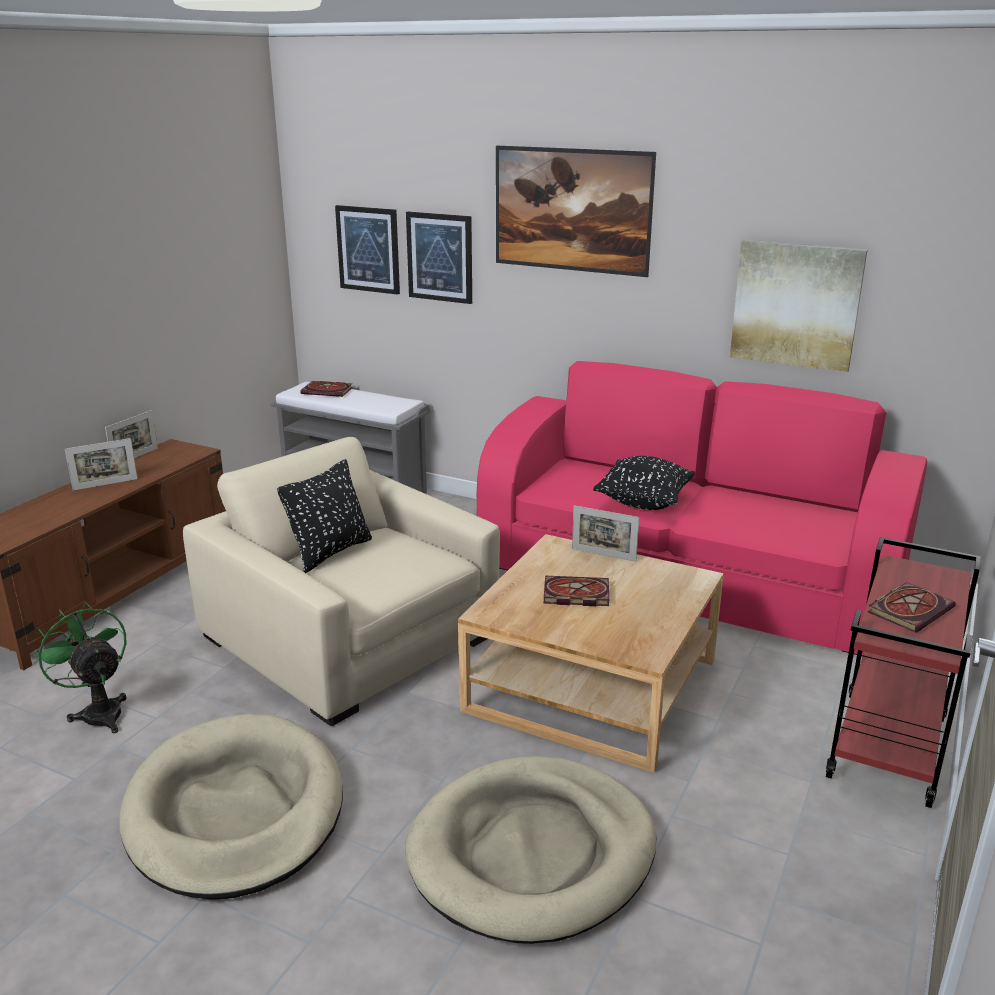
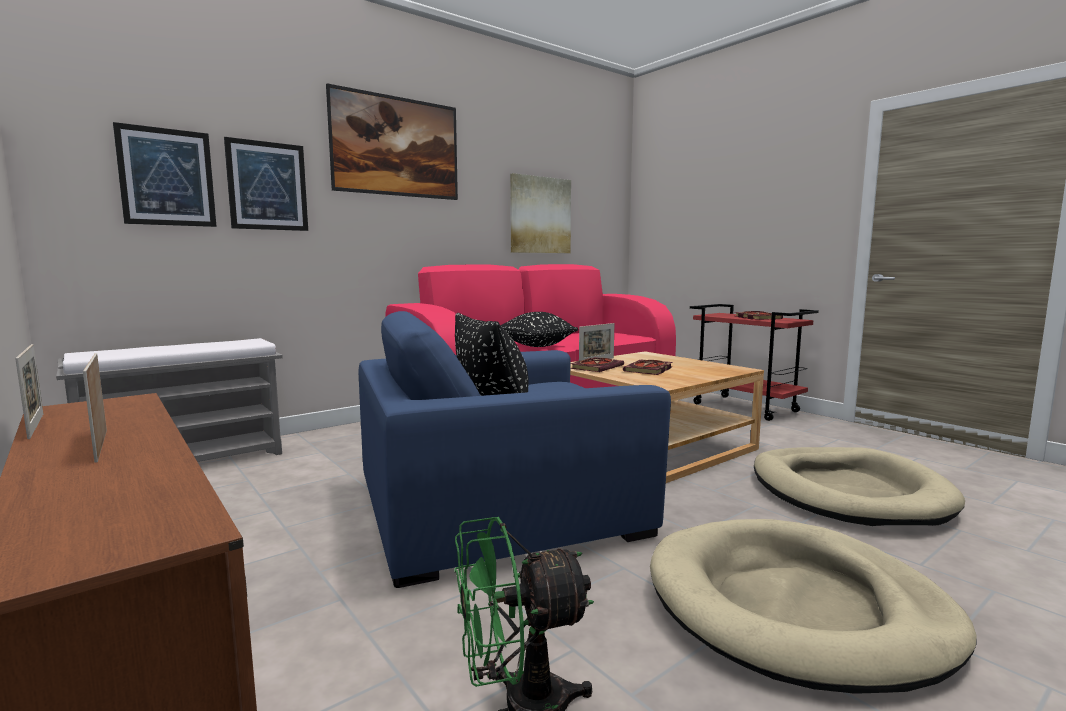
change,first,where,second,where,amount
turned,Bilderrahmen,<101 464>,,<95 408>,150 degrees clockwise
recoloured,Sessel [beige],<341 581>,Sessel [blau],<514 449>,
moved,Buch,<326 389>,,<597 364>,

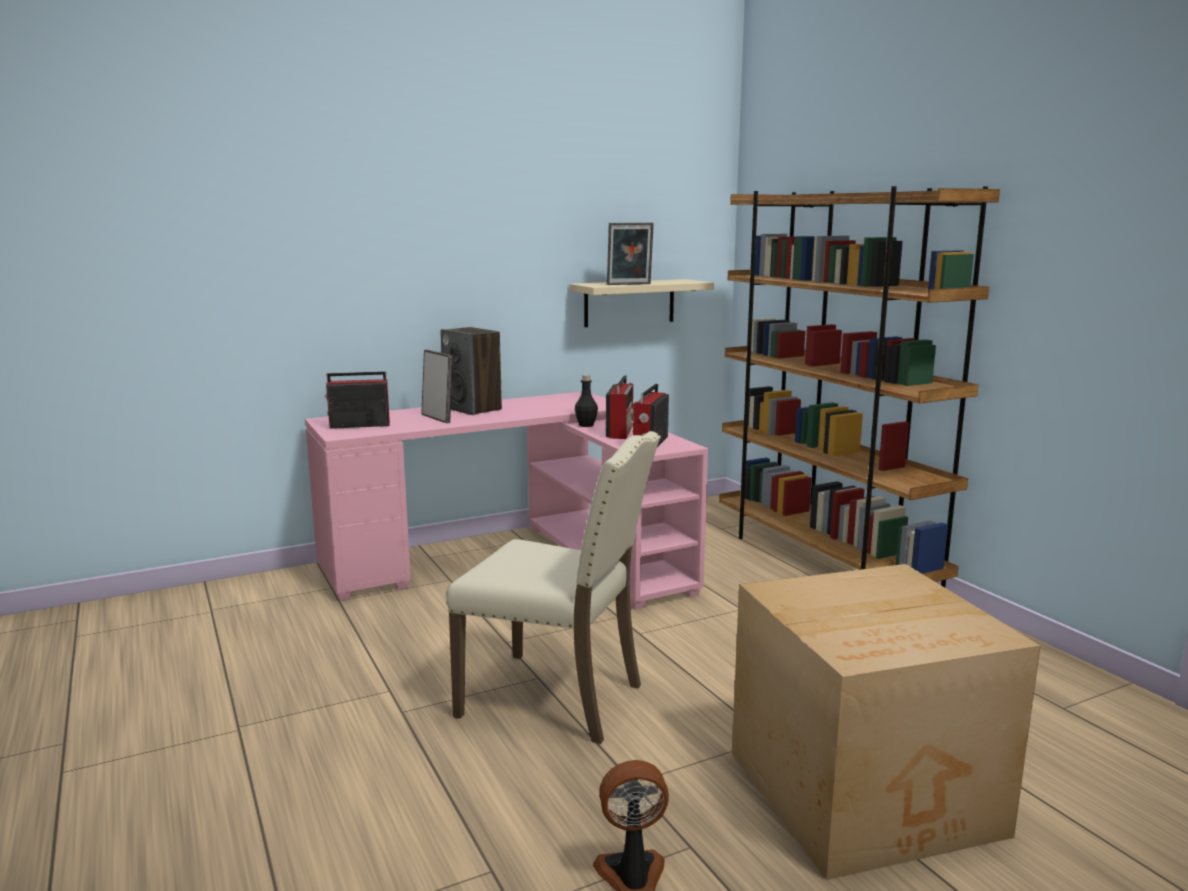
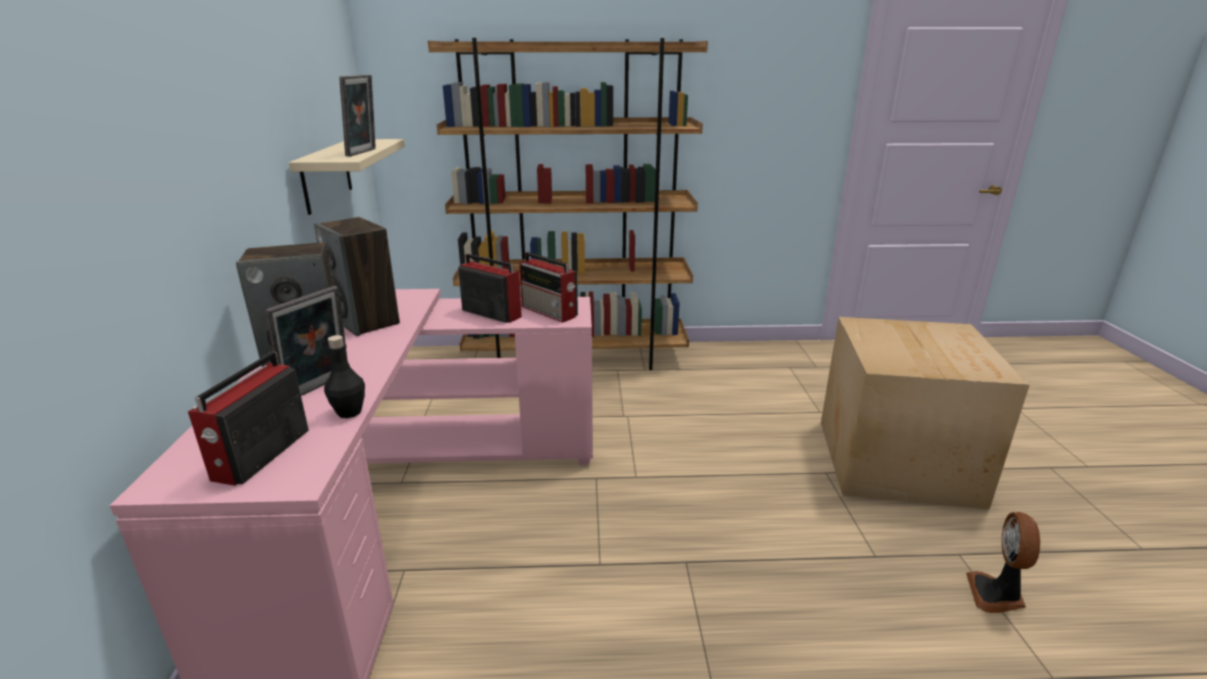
change,first,where,second,where,amount
turned,Bilderrahmen,<437 386>,,<306 341>,135 degrees clockwise
removed,Stuhl [beige],<553 587>,,,
moved,Flasche [schwarz],<586 400>,,<344 376>,
added,,,Lautsprecher,<357 276>,

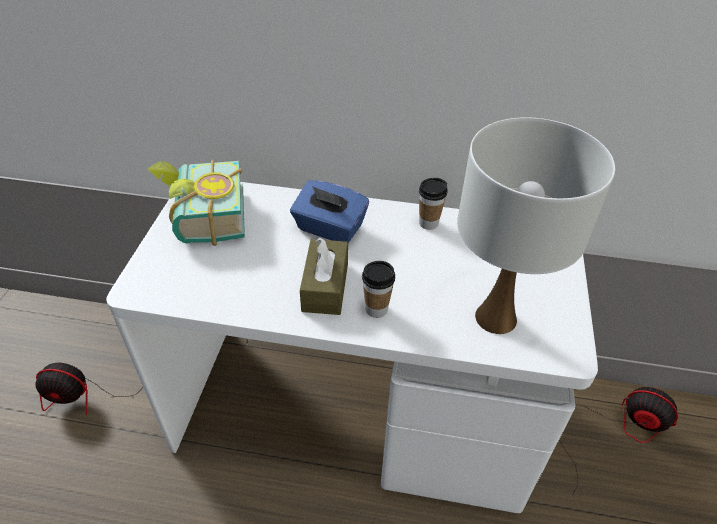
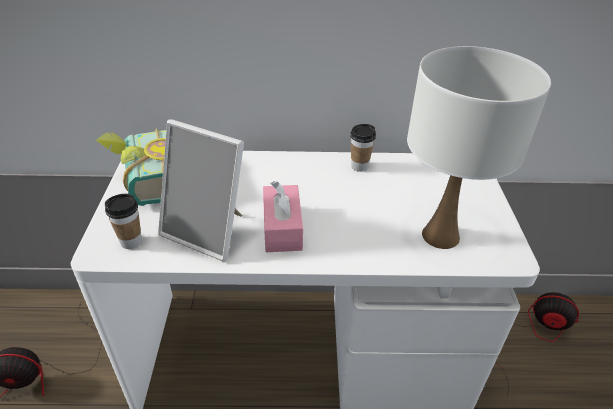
change,first,where,second,where,amount
removed,Taschentuchbox [blau],<329 212>,,,
recoloured,Taschentuchbox [braun],<324 276>,Taschentuchbox [rosa],<283 216>,
moved,Tasse,<378 289>,,<123 221>,
added,,,Bilderrahmen,<201 190>,

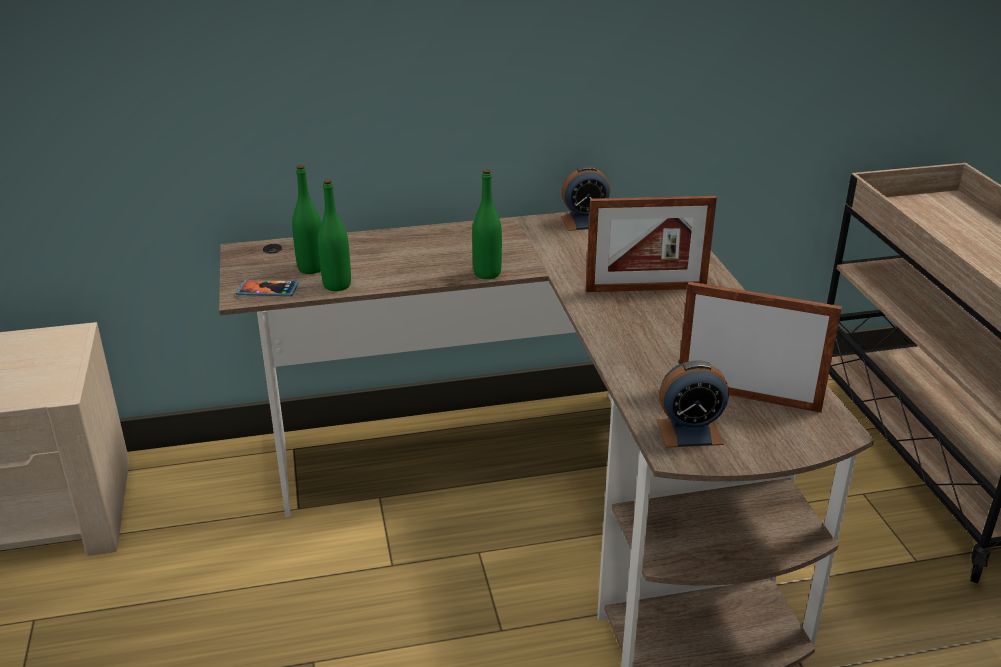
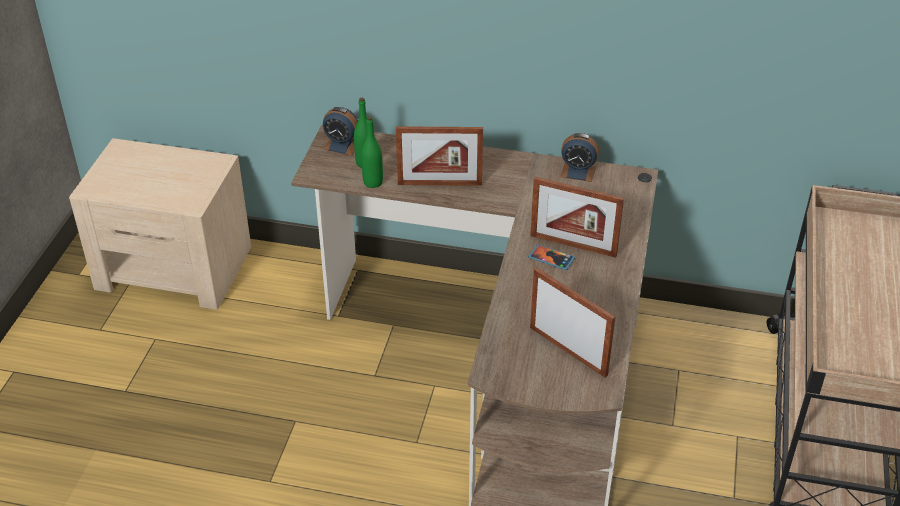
change,first,where,second,where,amount
moved,Handy,<267 288>,,<551 257>,
removed,Flasche [grün],<487 224>,,,
moved,Wecker,<693 404>,,<340 131>,
added,,,Bilderrahmen,<439 156>,

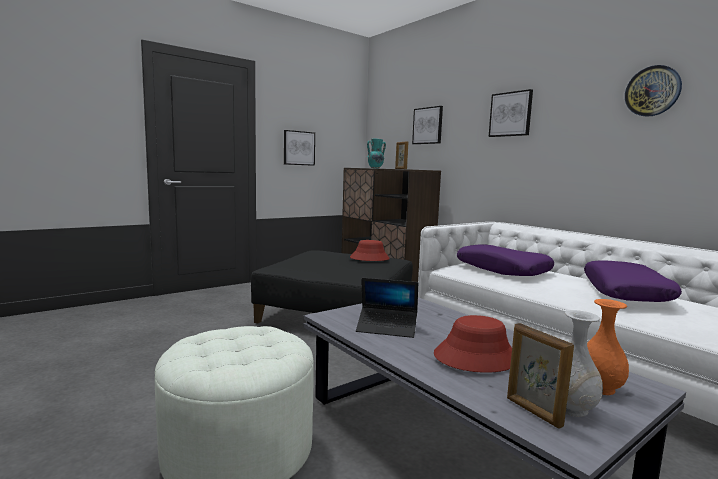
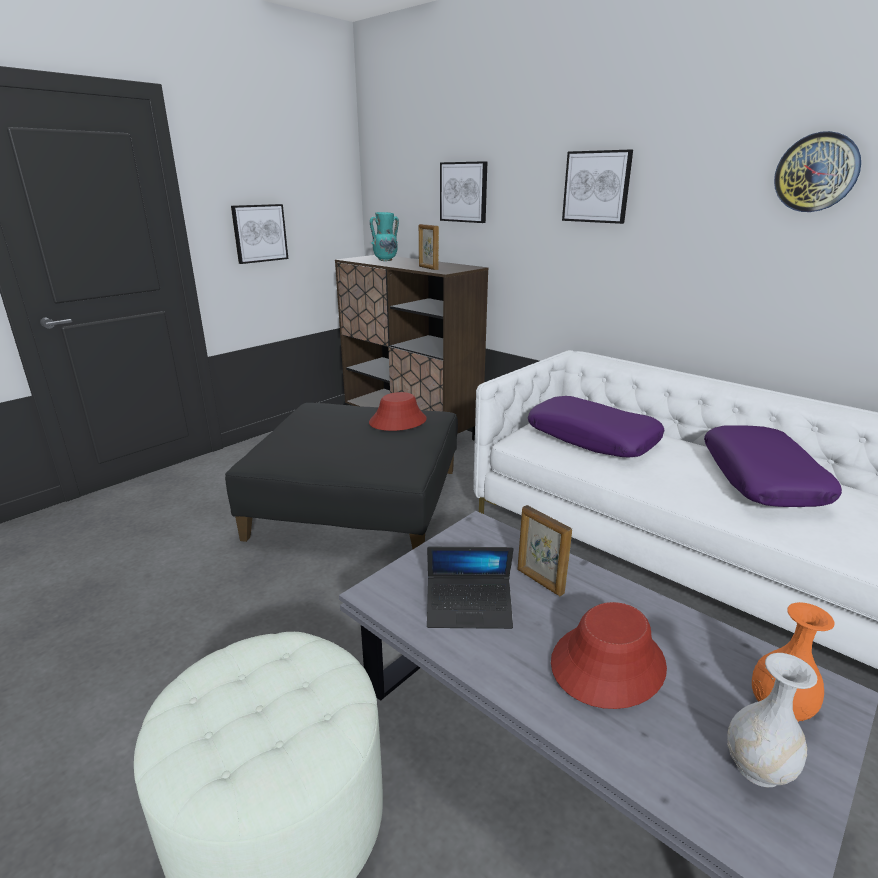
change,first,where,second,where,amount
moved,Bilderrahmen,<540 376>,,<544 550>,

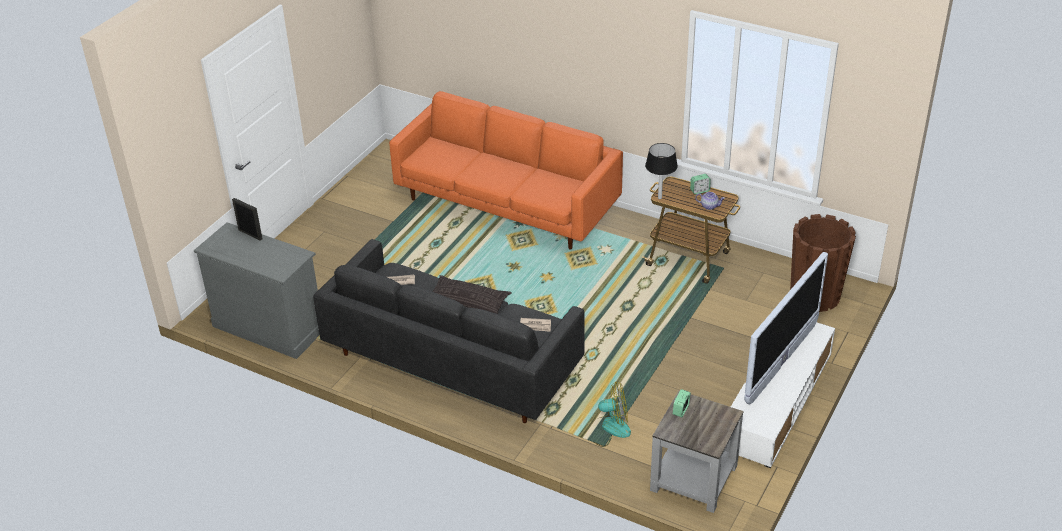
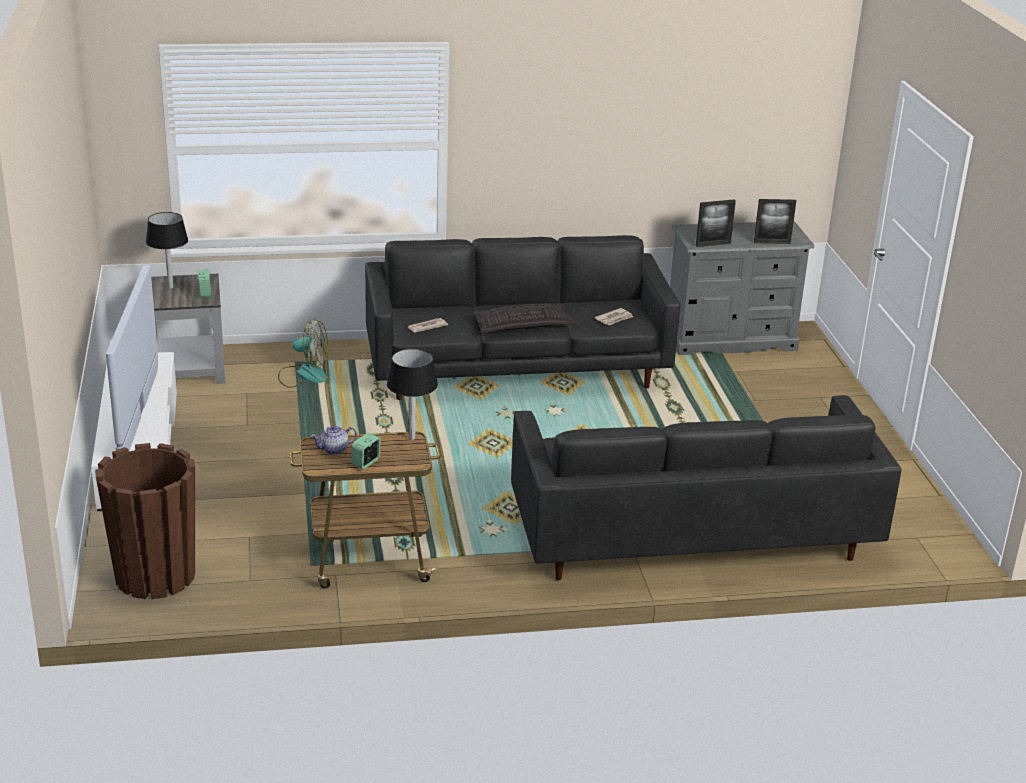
change,first,where,second,where,amount
recoloured,Sofa [orange],<506 170>,Sofa [schwarz],<706 487>,
turned,Ventilator,<609 414>,,<303 353>,135 degrees counterclockwise
added,,,Tischlampe [schwarz],<167 250>,
added,,,Bilderrahmen,<716 223>,

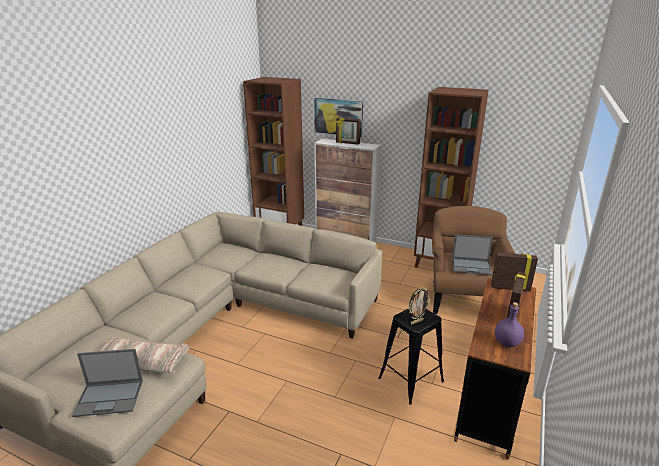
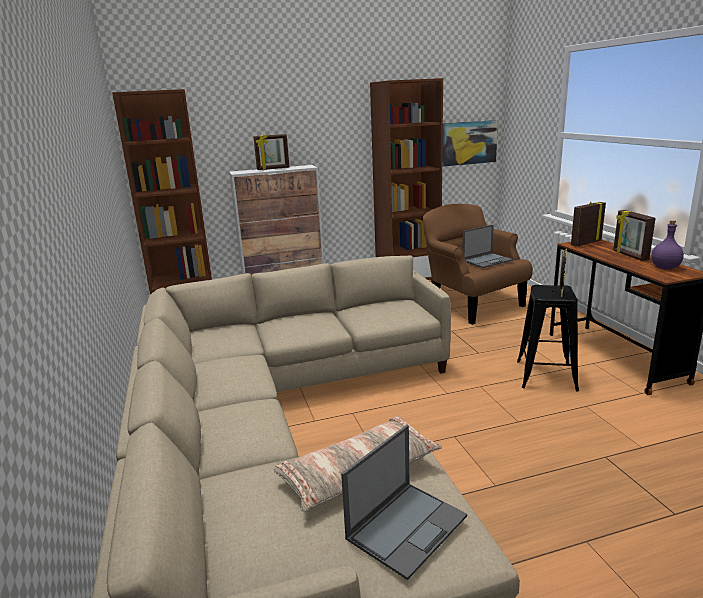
change,first,where,second,where,amount
moved,Bild,<338 117>,,<470 143>,

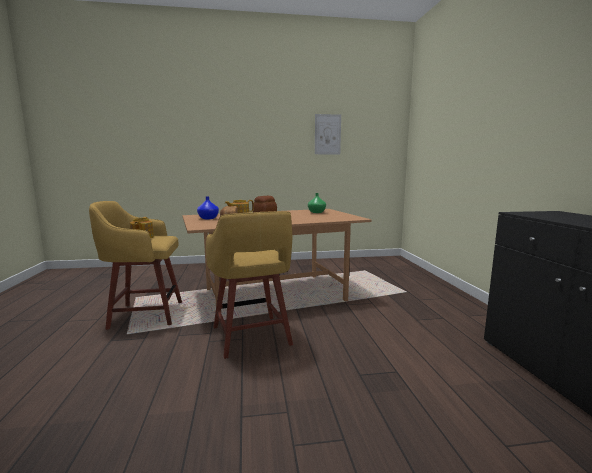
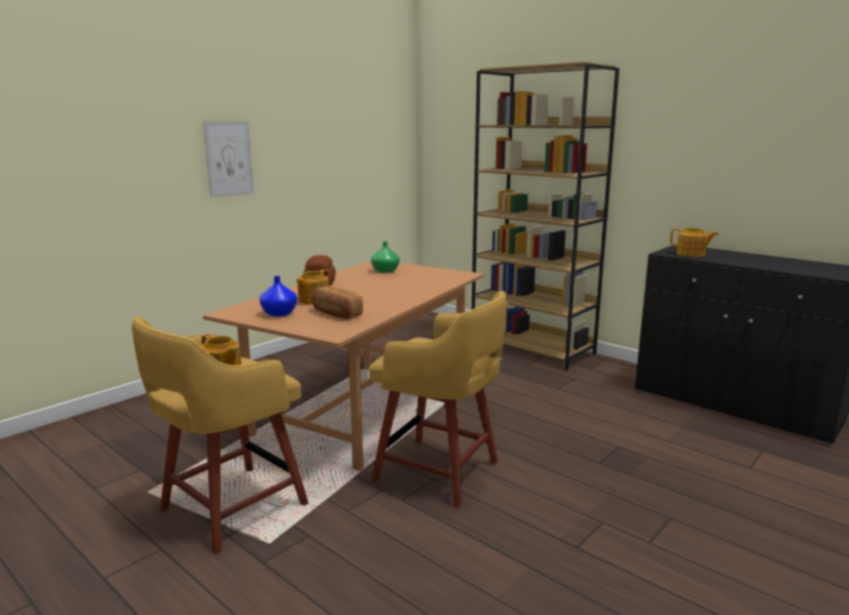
change,first,where,second,where,amount
moved,Bild,<328 134>,,<228 160>,
added,,,Bücherregal [braun],<545 216>,
added,,,Teekanne,<694 242>,

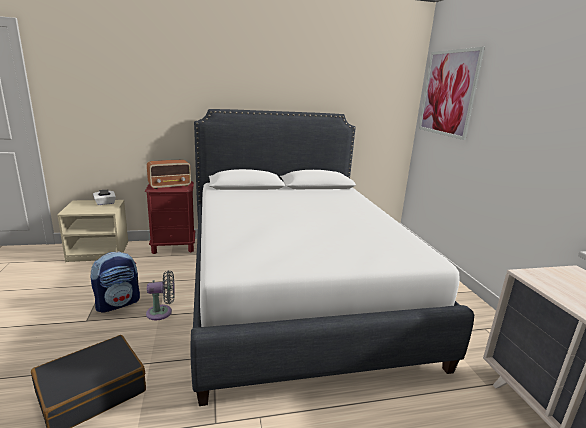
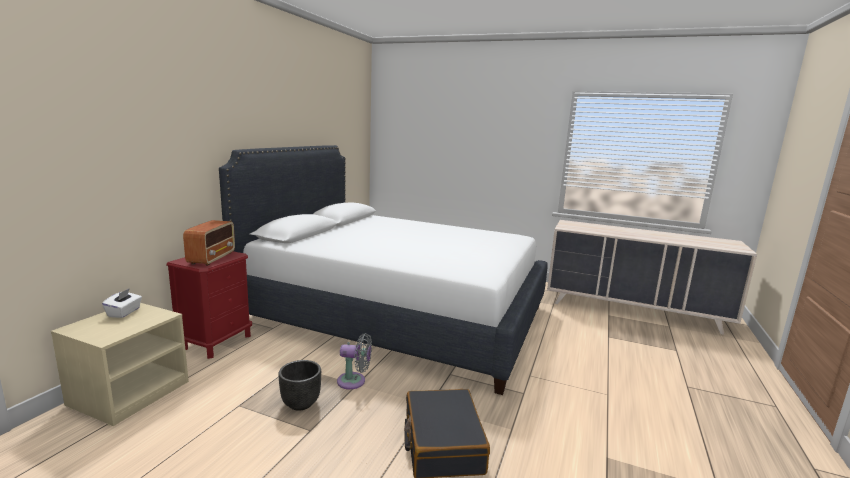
change,first,where,second,where,amount
replaced,Rucksack,<115 282>,Pflanzkübel [schwarz],<299 385>,
turned,Ventilator [grau],<160 295>,,<354 361>,75 degrees clockwise
removed,Bild,<452 93>,,,

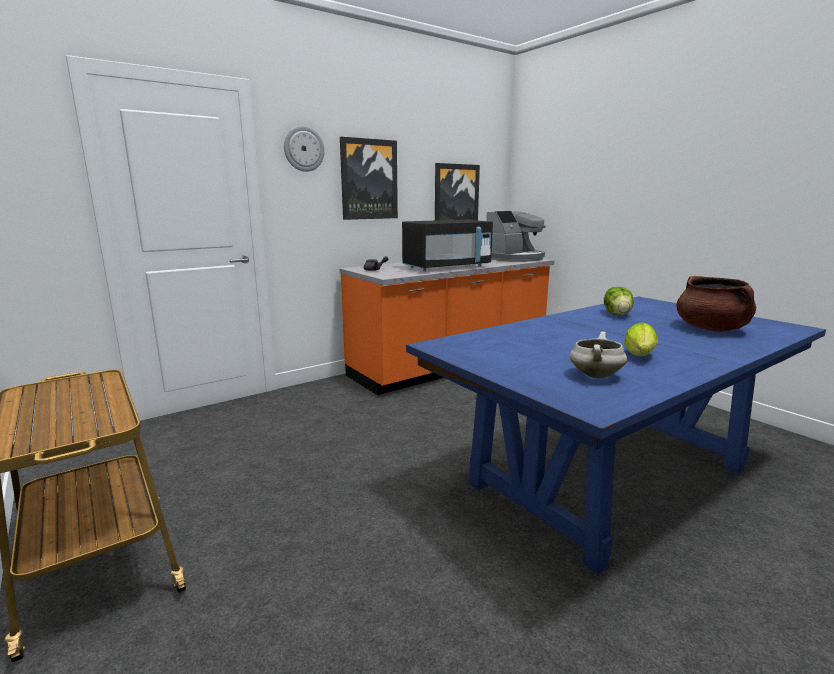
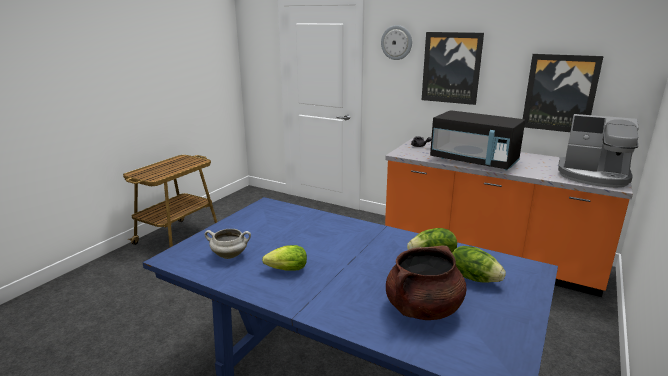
change,first,where,second,where,amount
added,,,Salatkopf,<479 264>,

